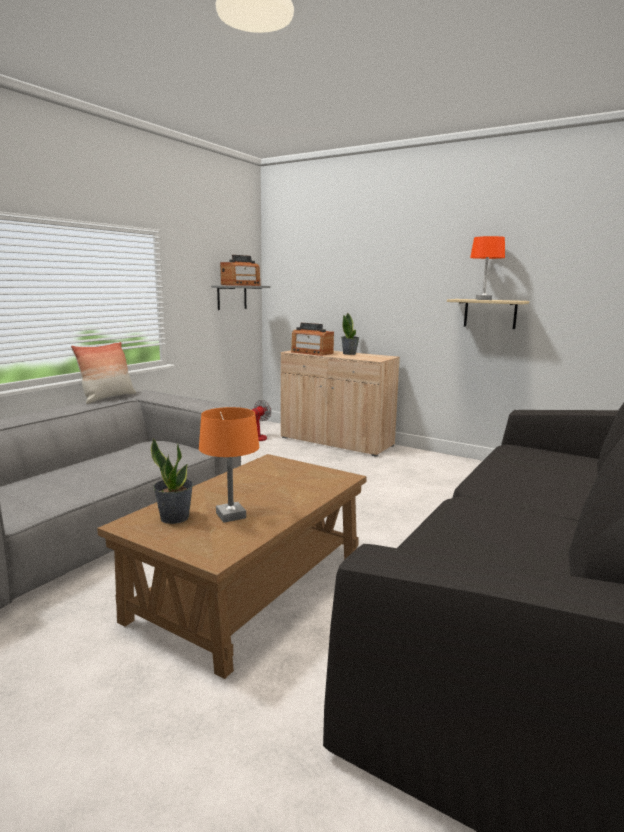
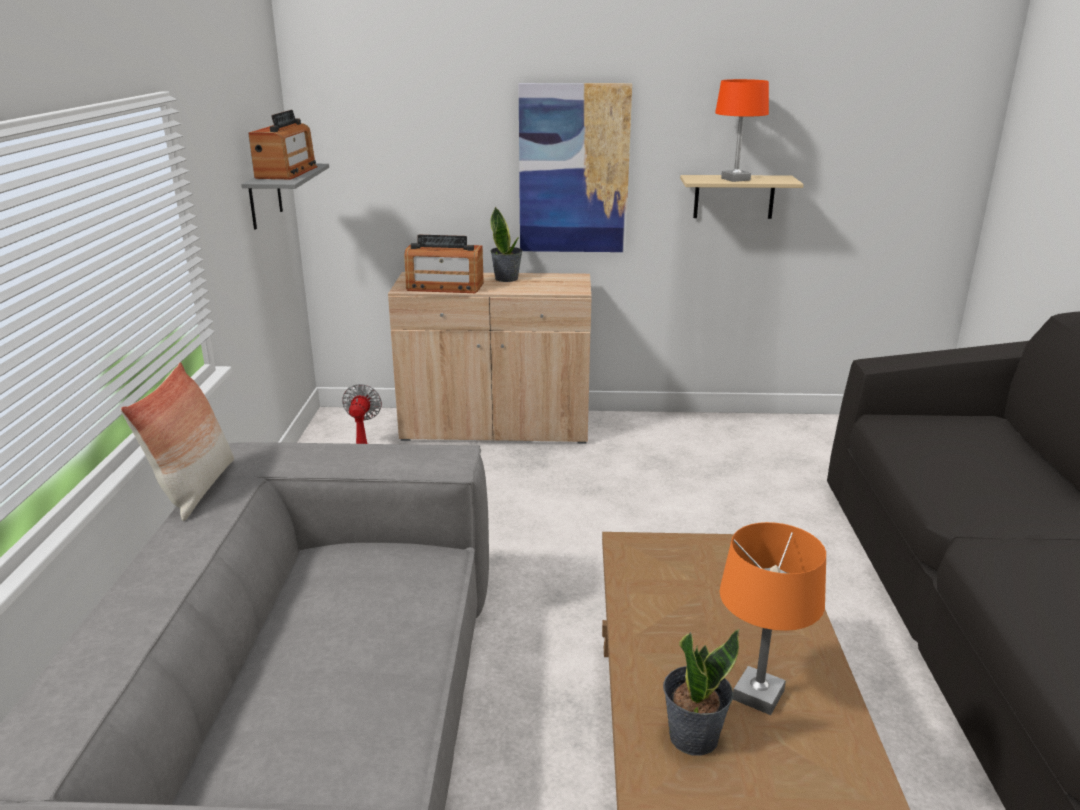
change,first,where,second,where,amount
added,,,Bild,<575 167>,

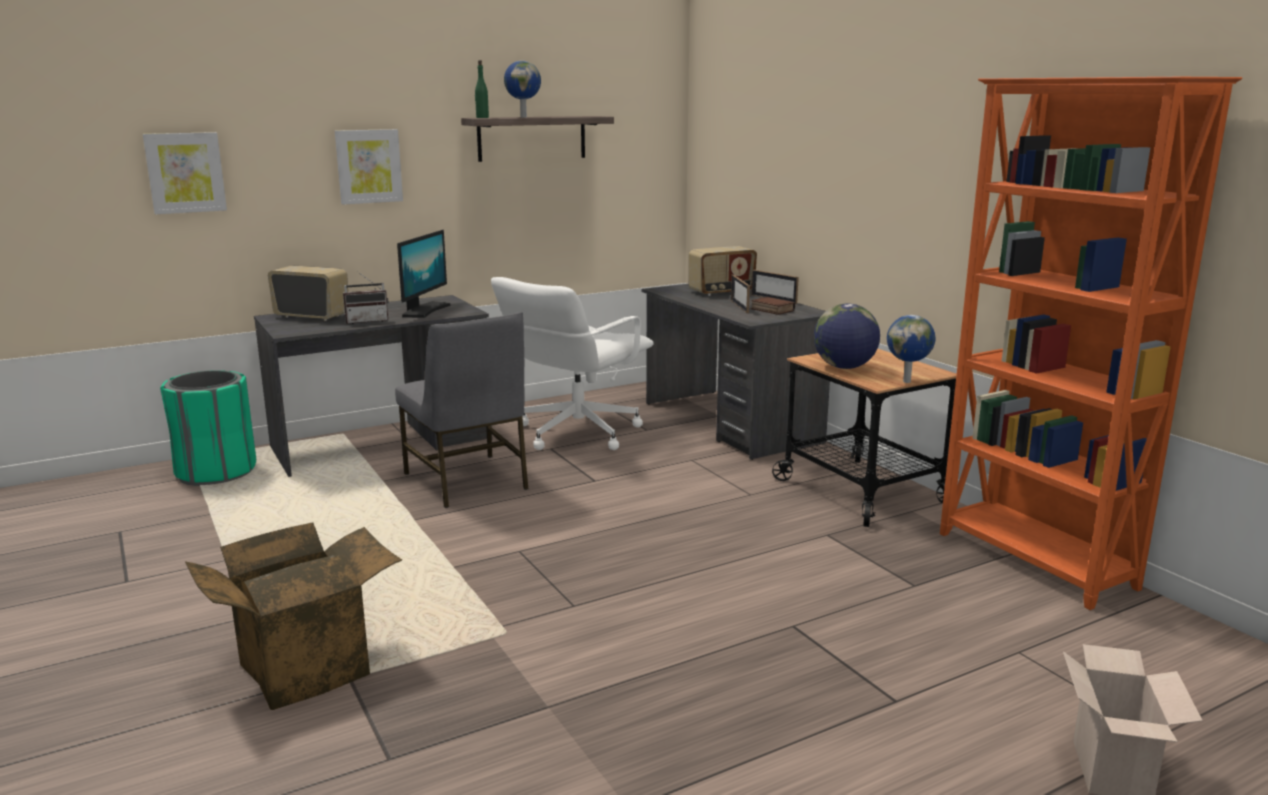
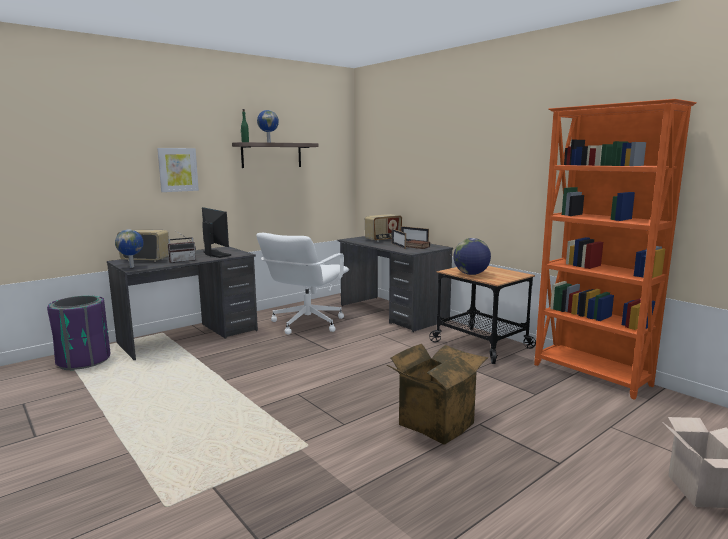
change,first,where,second,where,amount
removed,Bild,<185 173>,,,
recoloured,Mülleimer [grün],<208 428>,Mülleimer [lila],<78 333>,
moved,Karton,<293 616>,,<438 394>,
removed,Stuhl [grau],<462 410>,,,
turned,Monitor,<423 274>,,<216 232>,45 degrees counterclockwise
moved,Globus,<911 349>,,<129 249>,

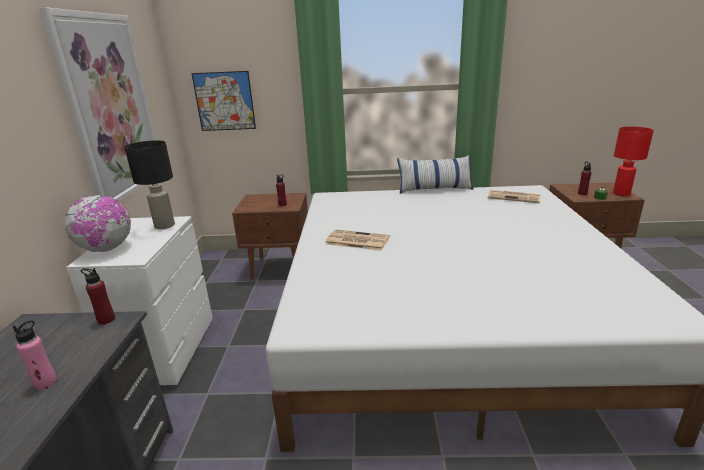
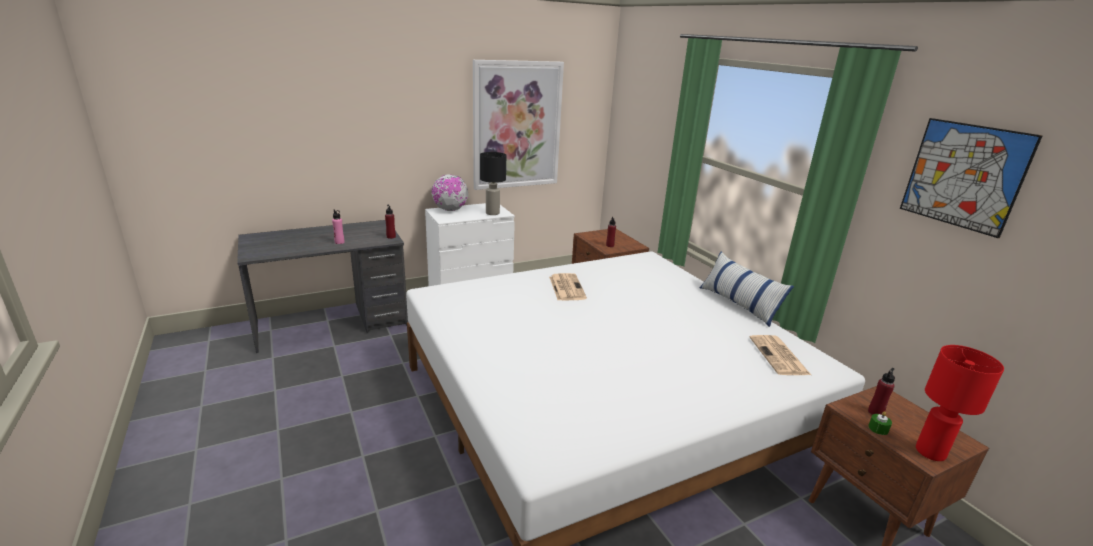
change,first,where,second,where,amount
moved,Bild,<223 101>,,<971 178>,

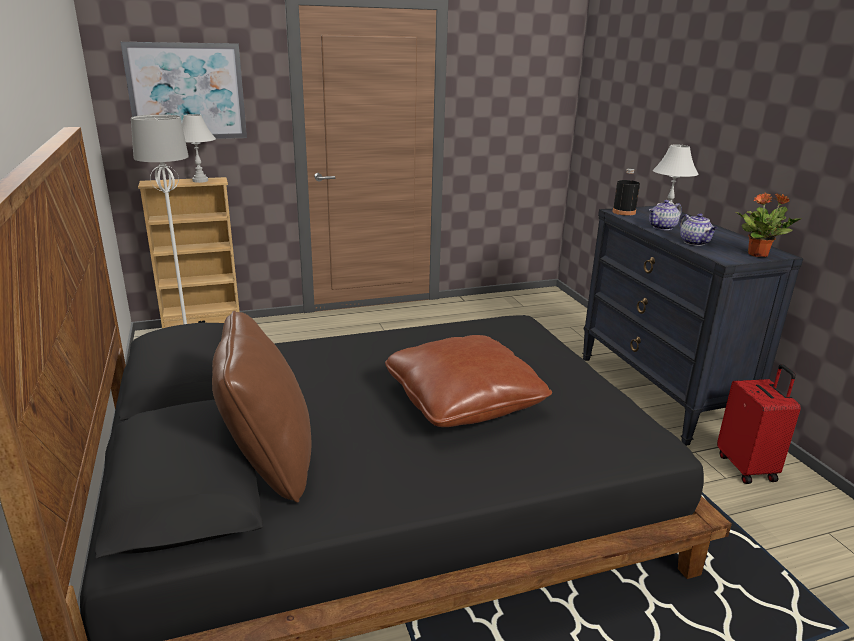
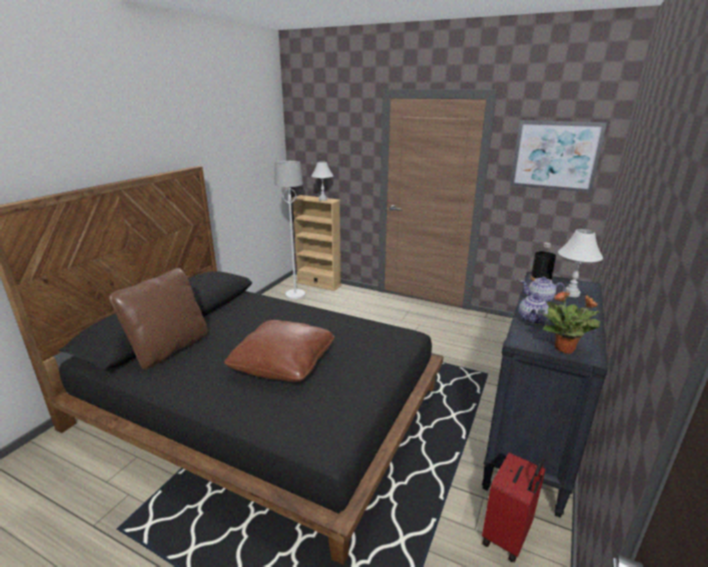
change,first,where,second,where,amount
moved,Bild,<184 90>,,<558 156>,

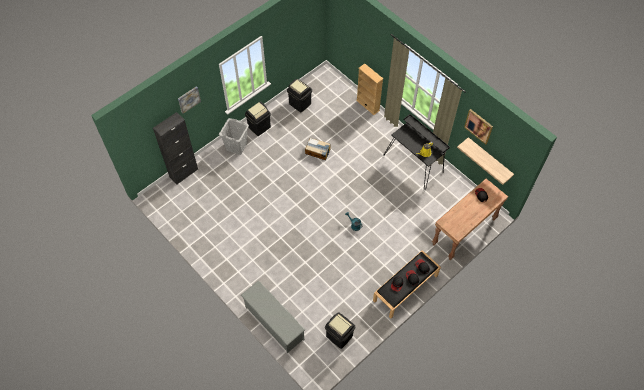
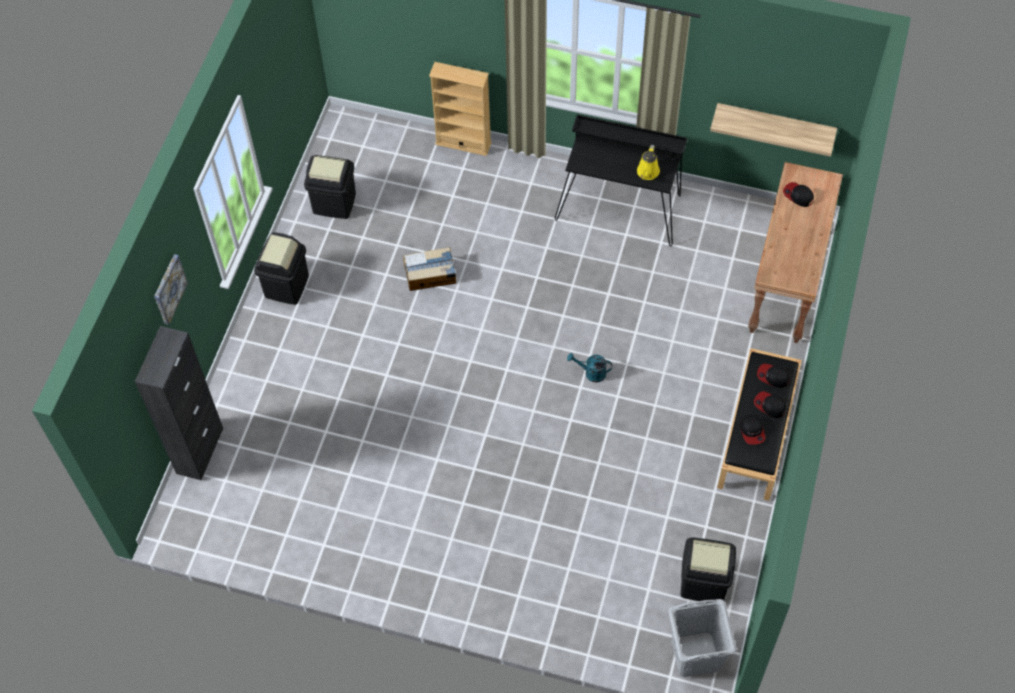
change,first,where,second,where,amount
moved,Wäschekorb [grau],<234 136>,,<702 638>,
removed,Schuhregal [grau],<273 316>,,,
removed,Bild,<478 127>,,,

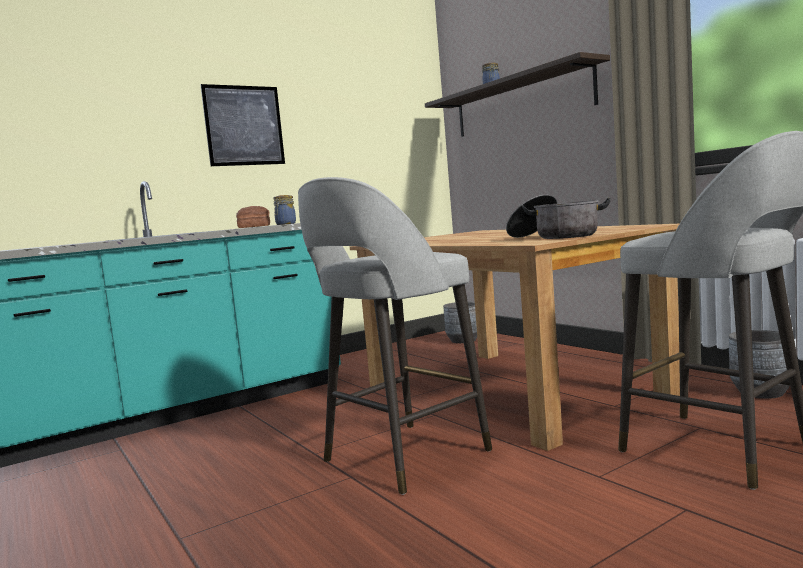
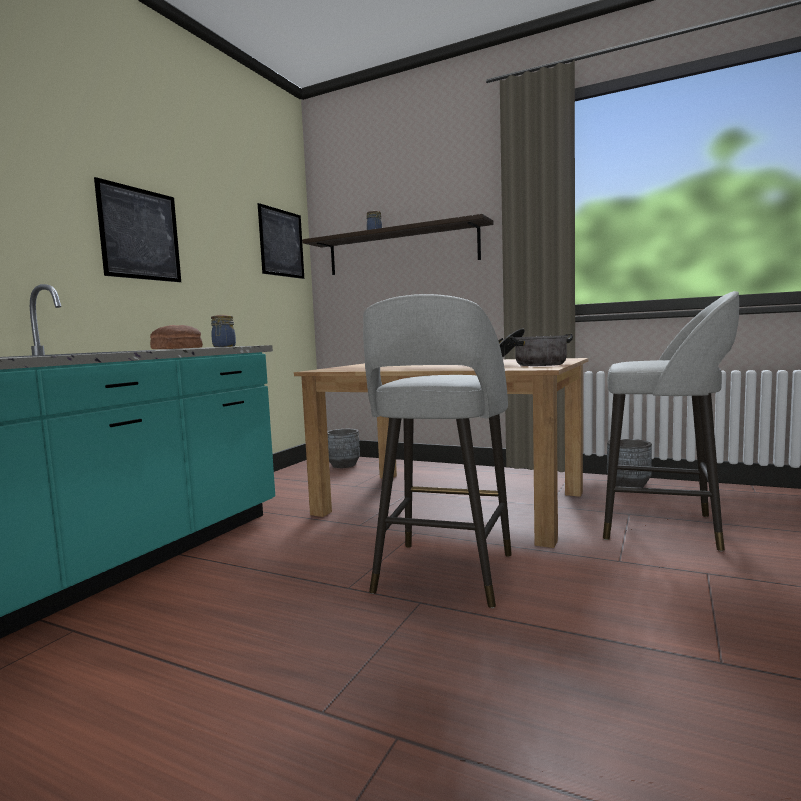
change,first,where,second,where,amount
added,,,Bild,<281 241>,

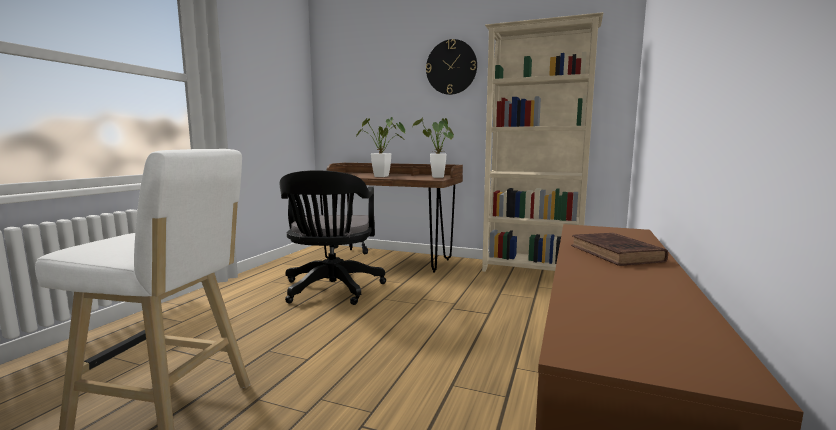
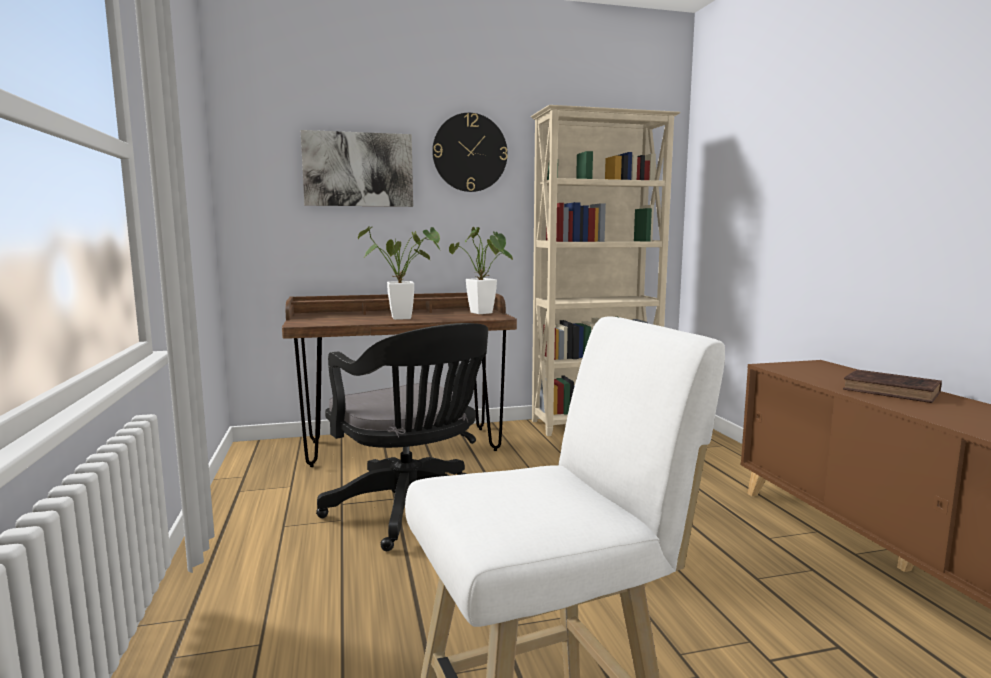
change,first,where,second,where,amount
added,,,Bild,<357 168>,

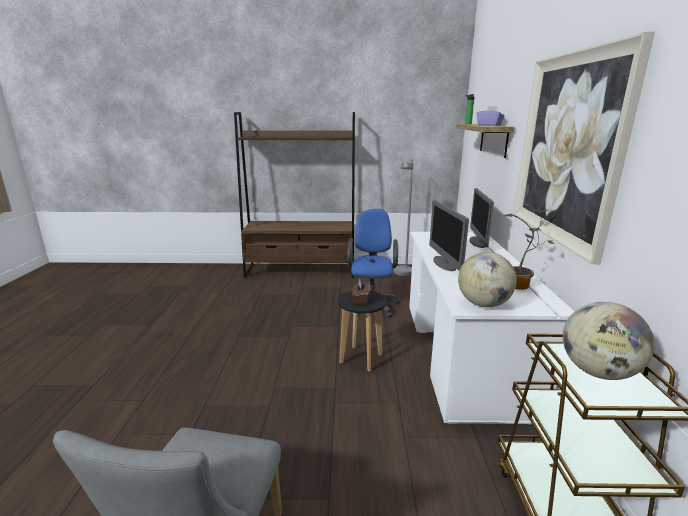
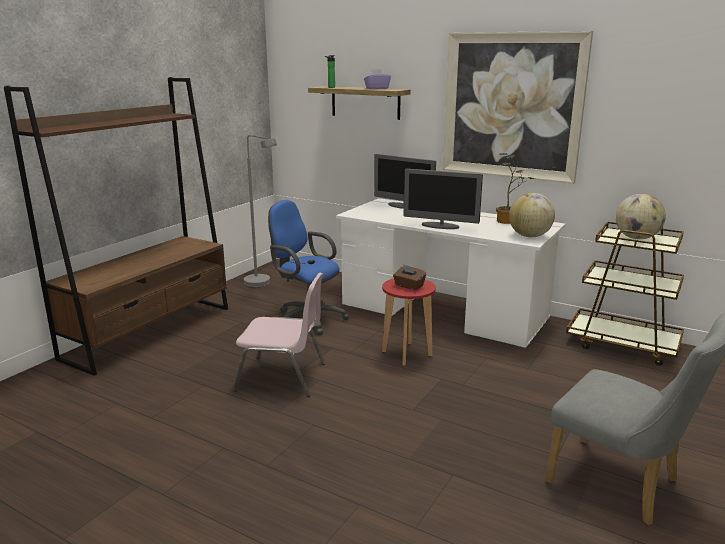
change,first,where,second,where,amount
recoloured,Hocker [schwarz],<362 331>,Hocker [rot],<409 322>,
added,,,Stuhl [rosa],<279 335>,

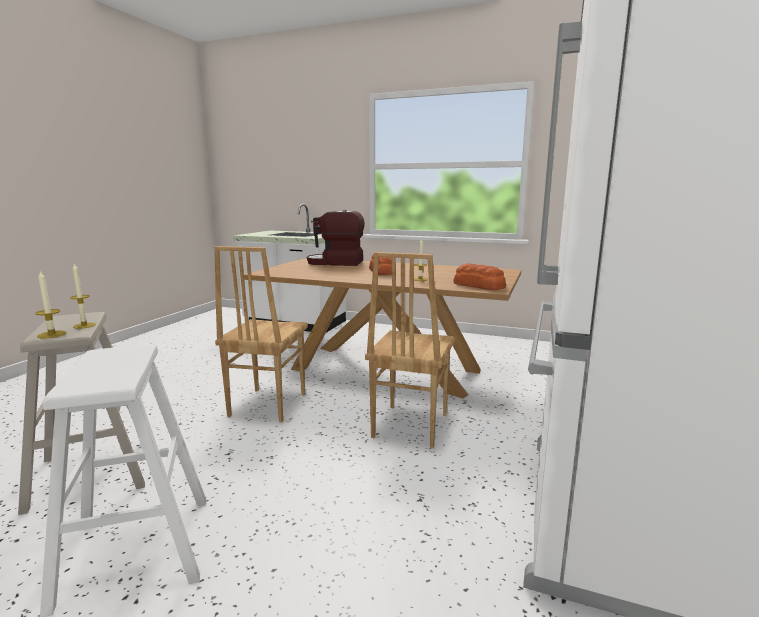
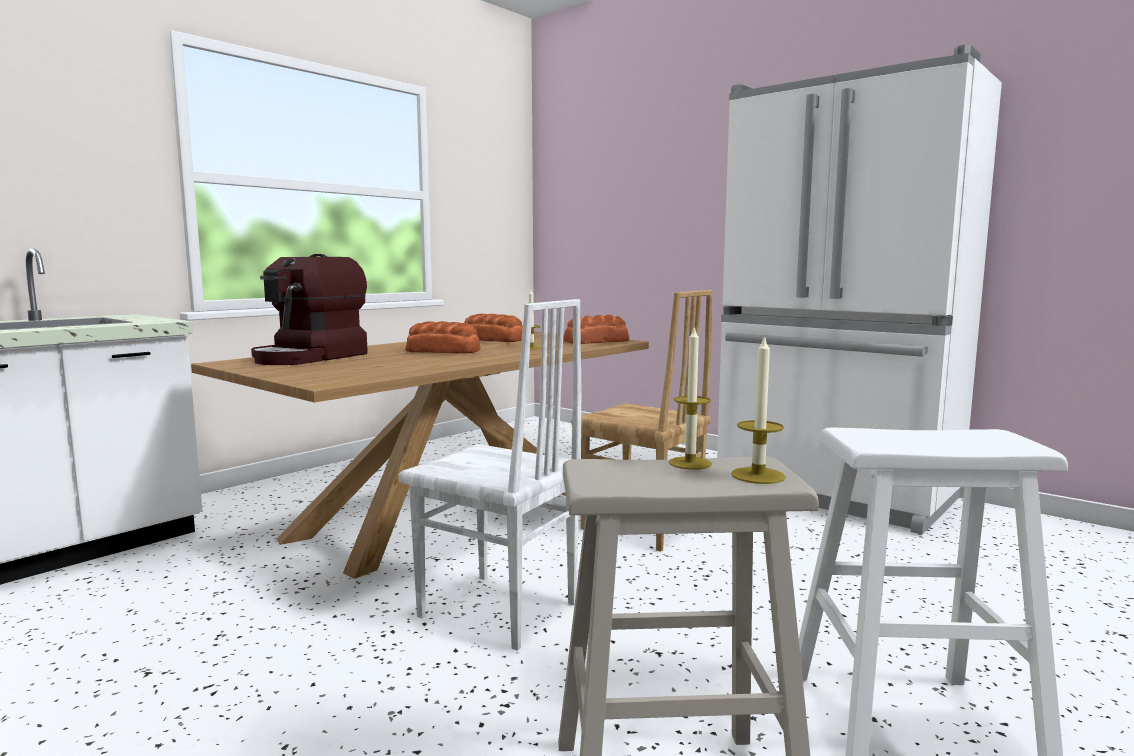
change,first,where,second,where,amount
recoloured,Stuhl [braun],<261 334>,Stuhl [weiß],<489 475>,
added,,,Brot,<493 328>,

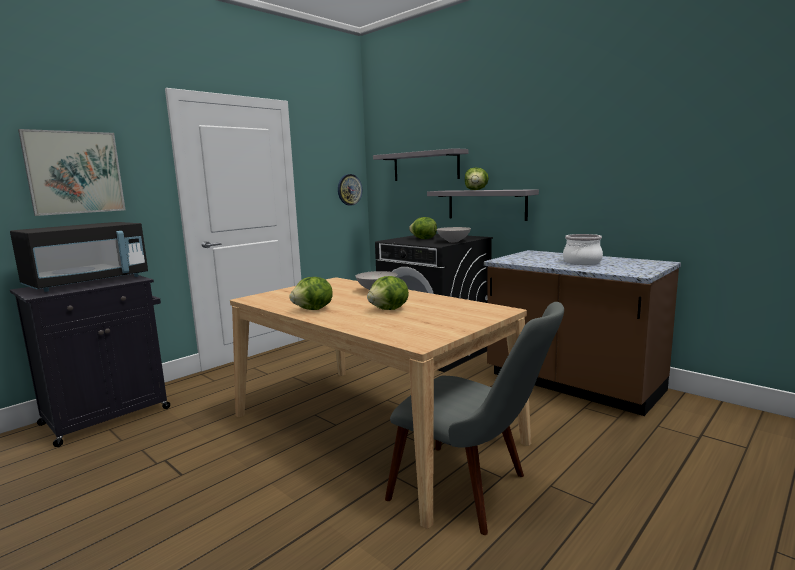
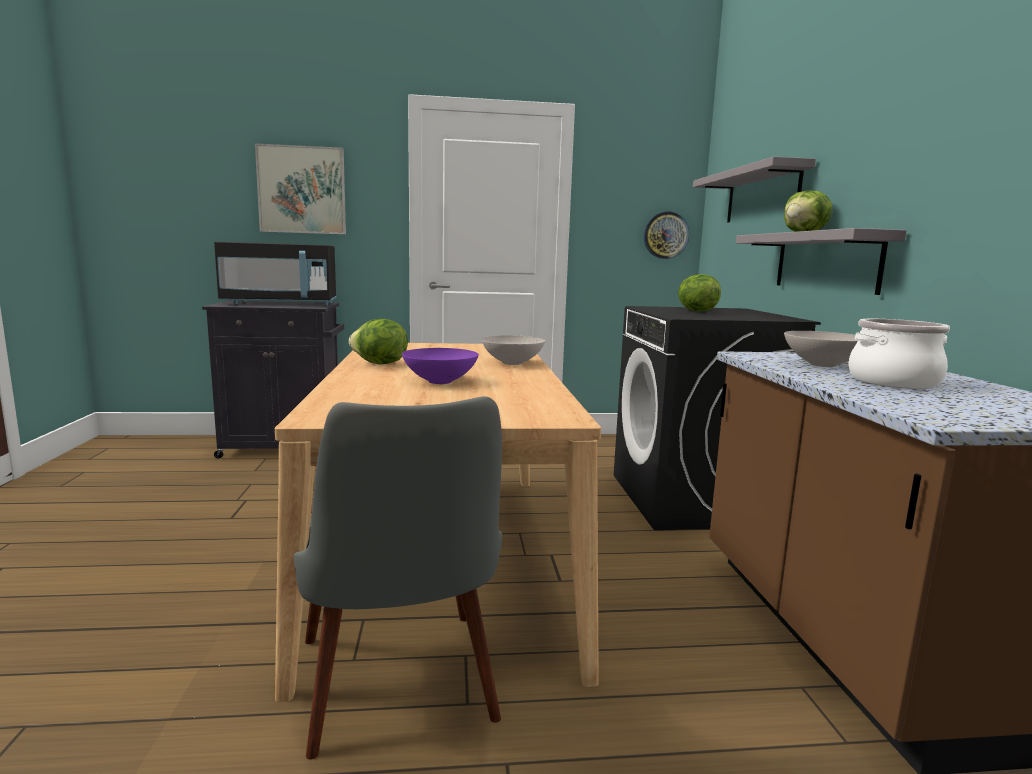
change,first,where,second,where,amount
replaced,Salatkopf,<388 293>,Schüssel [lila],<440 366>,
moved,Schüssel [weiß],<453 234>,,<821 349>,

